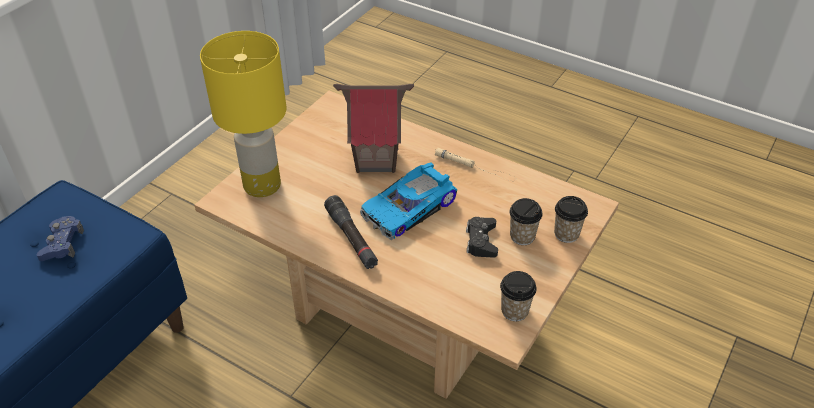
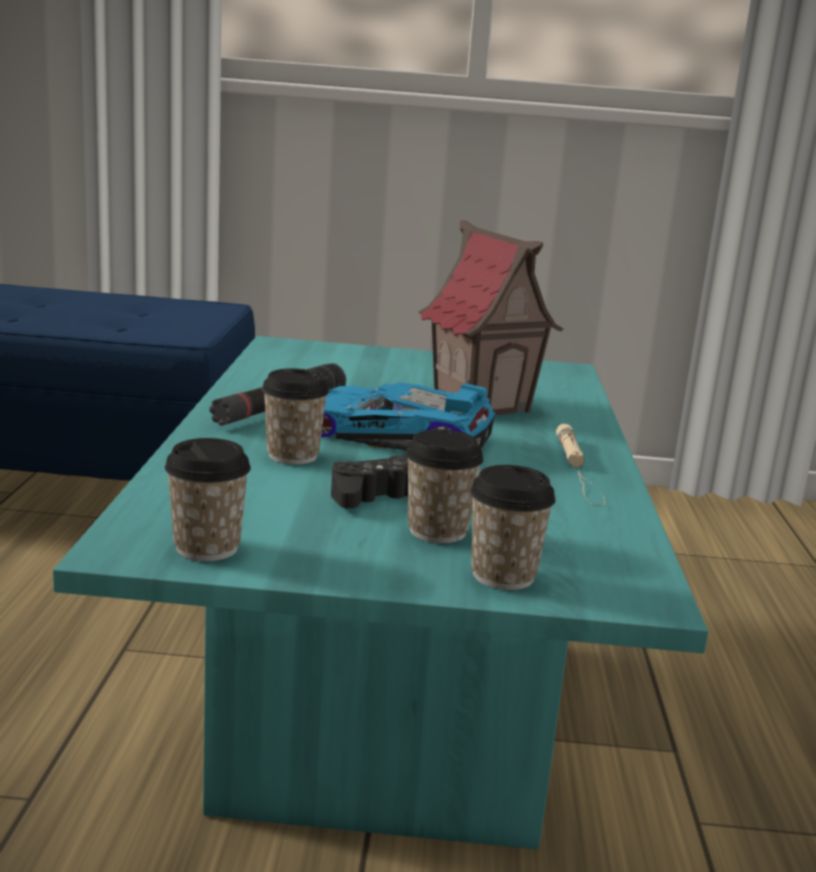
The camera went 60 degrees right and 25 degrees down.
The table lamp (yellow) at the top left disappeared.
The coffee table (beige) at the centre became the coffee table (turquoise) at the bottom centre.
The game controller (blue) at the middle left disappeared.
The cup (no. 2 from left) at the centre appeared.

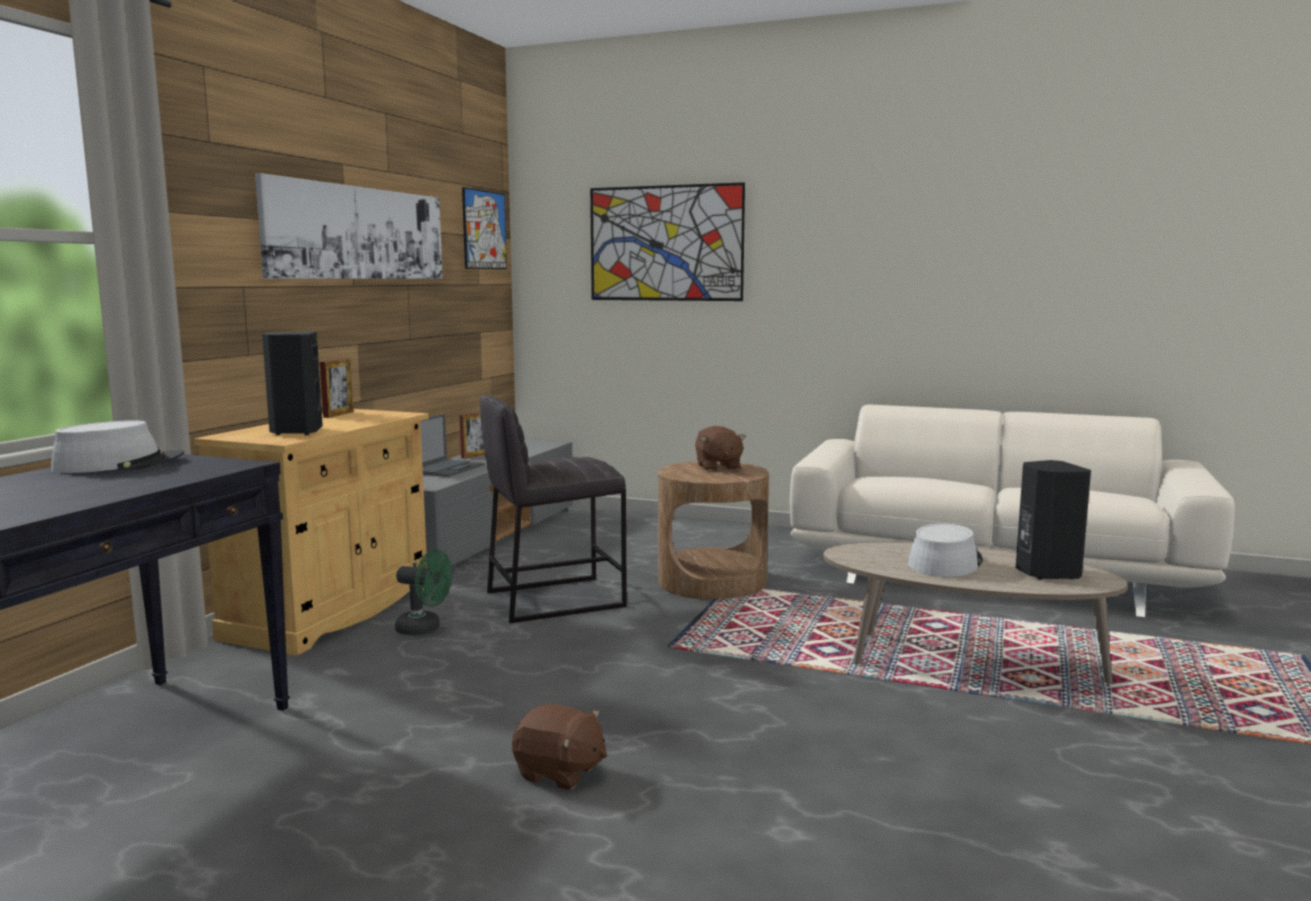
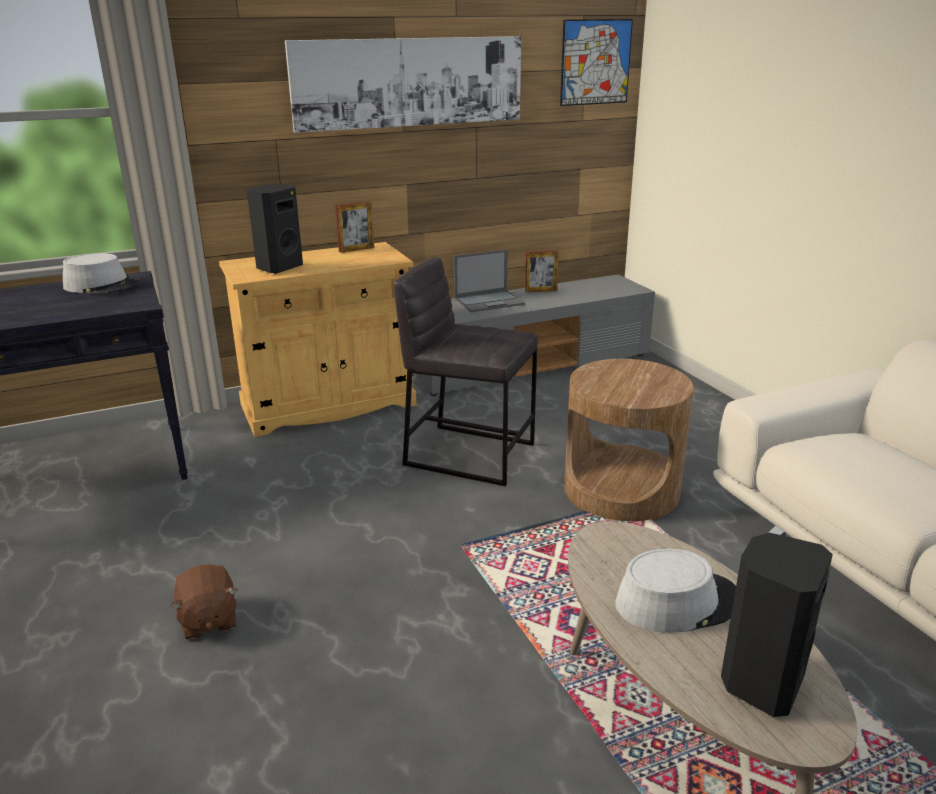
The camera went 45 degrees right and 15 degrees up.
The picture (no. 3 from left) at the top centre disappeared.
The plush toy (brown) (no. 2 from left) at the centre disappeared.
The fan (green) at the middle left disappeared.

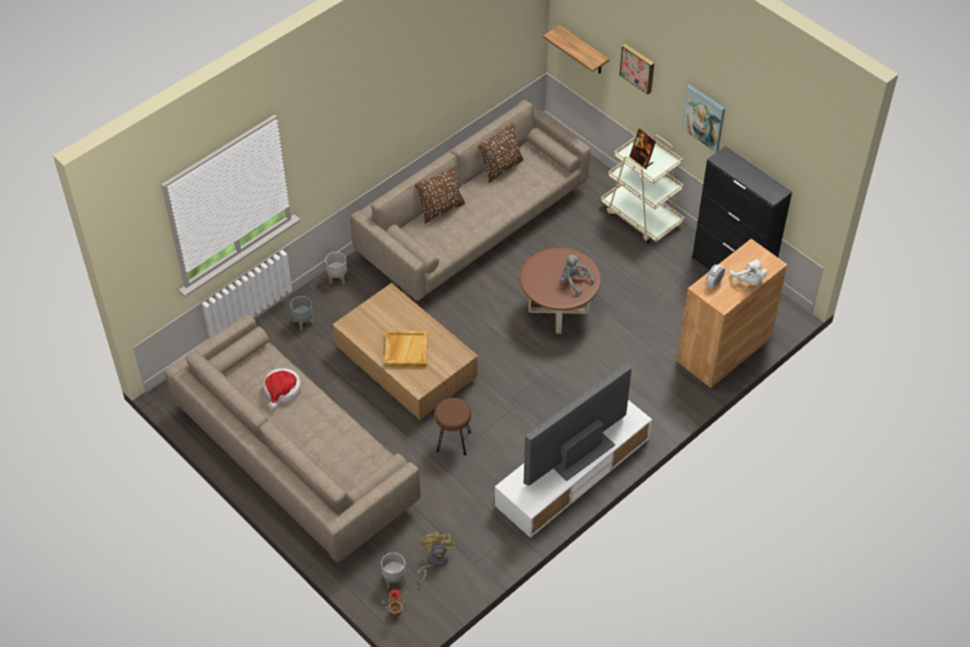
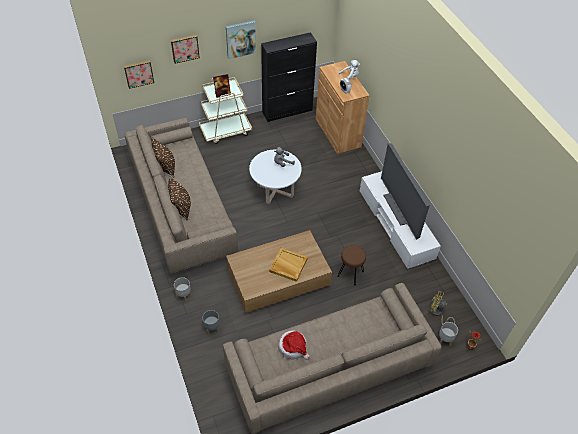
The camera went 70 degrees left and 0 degrees up.
The shelf at the top centre was replaced by the picture (no. 1 from left) at the top left.
The coffee table (brown) (no. 2 from left) at the centre became the coffee table (white) at the centre.

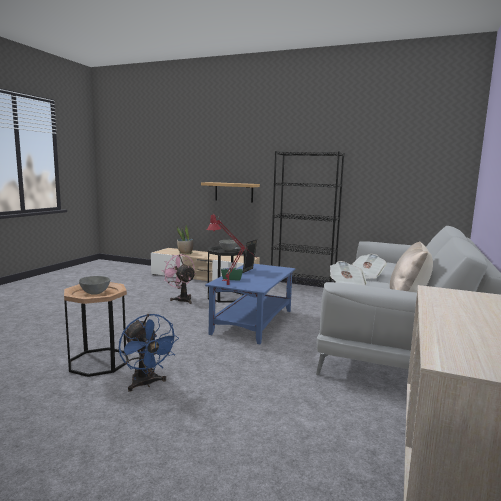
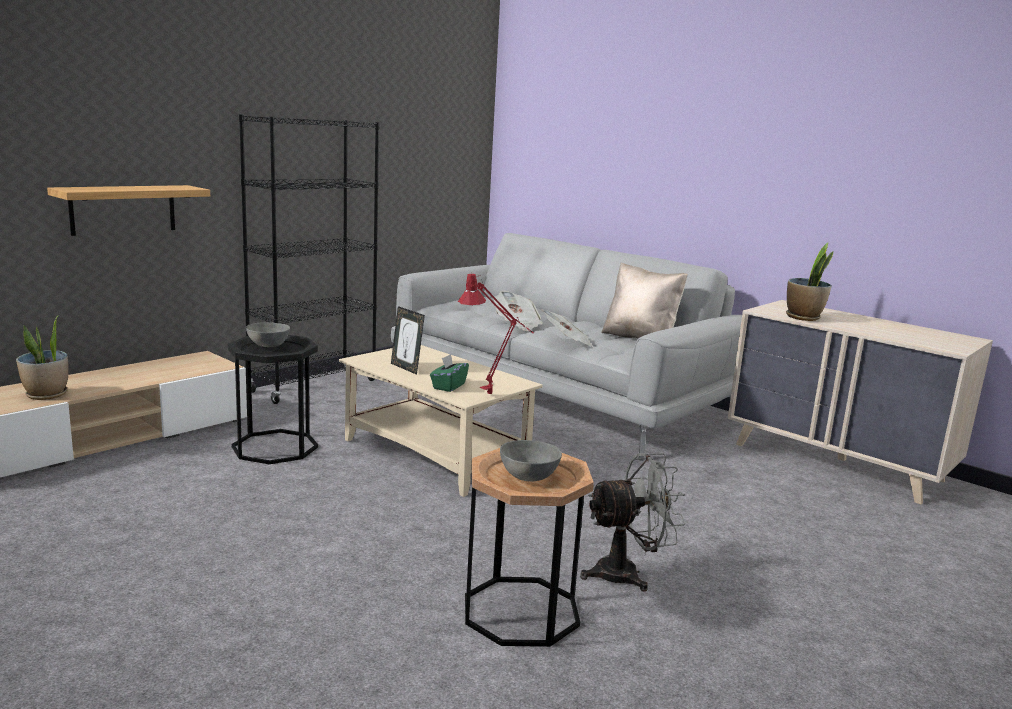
The camera went 70 degrees left and 5 degrees up.
The fan (pink) at the centre disappeared.
The coffee table (blue) at the centre became the coffee table (beige) at the centre.
The fan (blue) at the bottom left became the fan (grey) at the bottom centre.
The potted plant (no. 2 from left) at the middle right appeared.

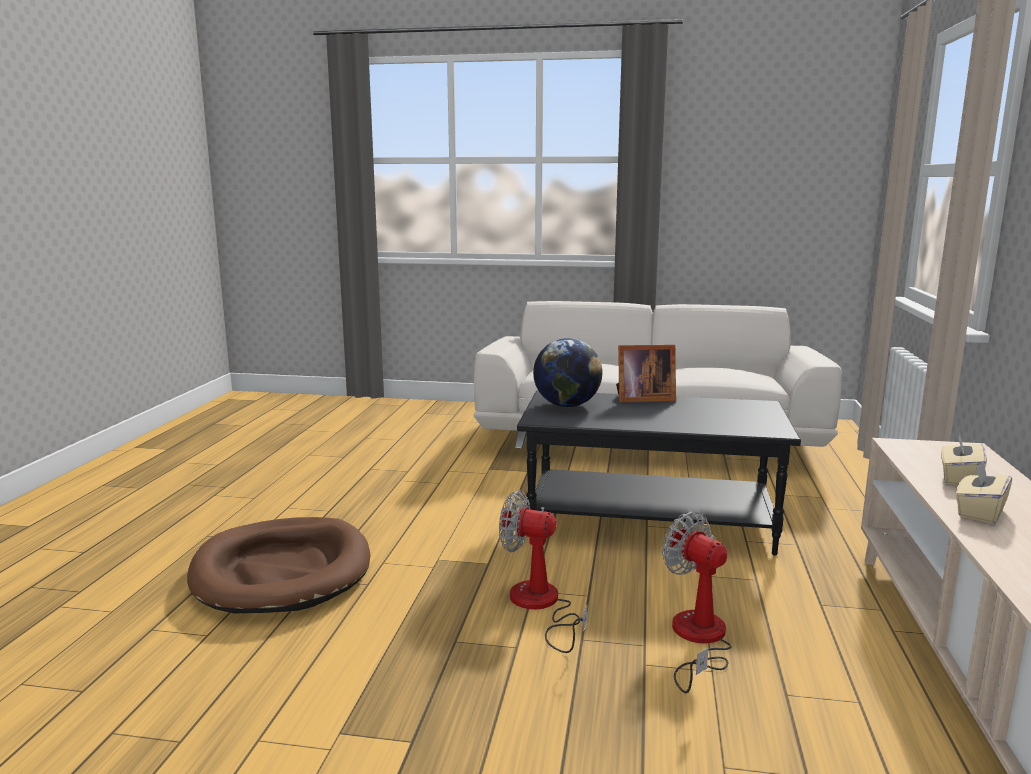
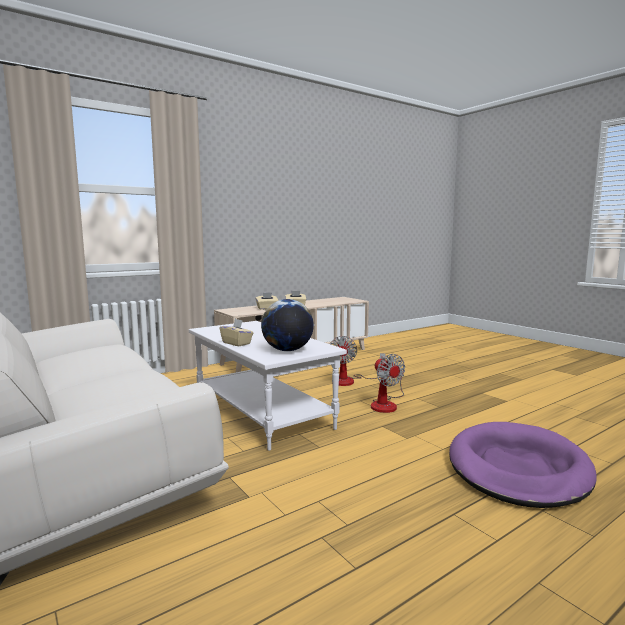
The camera went 135 degrees left and 5 degrees down.
The picture frame at the centre was replaced by the tissue box (beige) (no. 1 from left) at the centre.
The coffee table (black) at the centre became the coffee table (white) at the centre.
The dog bed (brown) at the bottom left became the dog bed (purple) at the bottom right.

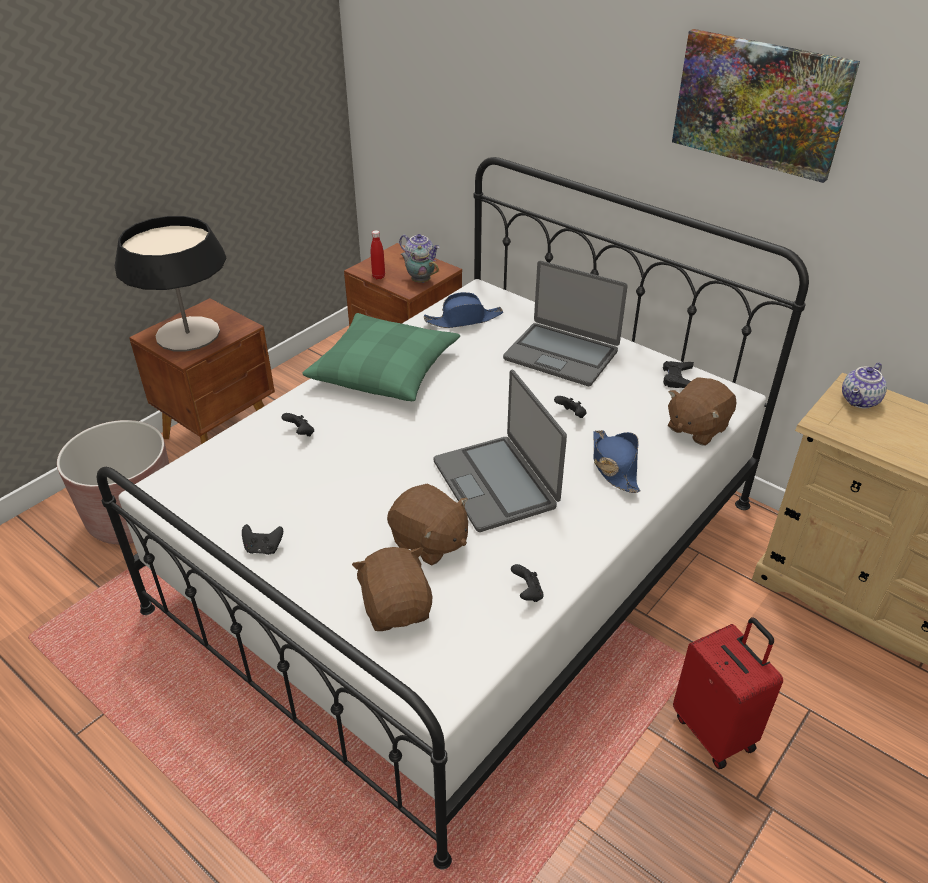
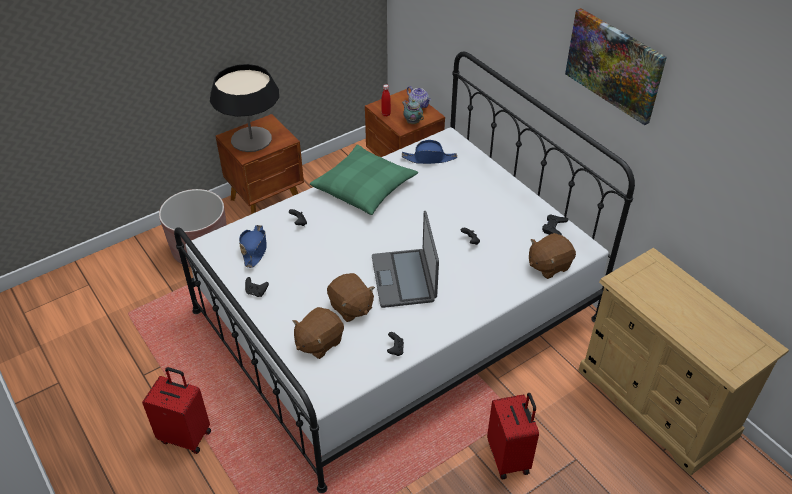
The camera went 15 degrees right and 5 degrees up.
The laptop (no. 2 from left) at the centre disappeared.
The teapot (no. 3 from left) at the middle right disappeared.
The hat (blue) (no. 2 from left in the first image) moved from the centre to the middle left.
The plush toy (brown) (no. 1 from left) at the bottom centre turned 135 degrees counterclockwise.
The suitcase (red) (no. 1 from left) at the bottom left appeared.

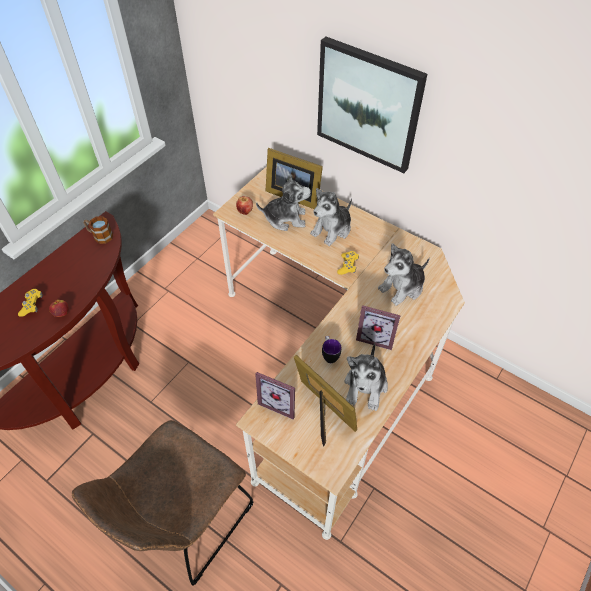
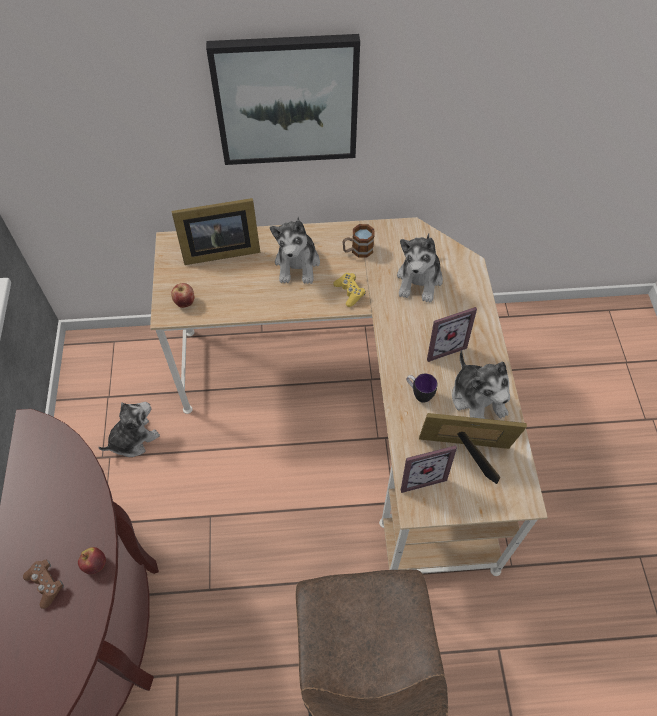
The camera went 40 degrees left and 5 degrees up.
The plush toy (no. 1 from left) moved from the centre to the middle left.
The mug (no. 1 from left) moved from the middle left to the centre.
The game controller (yellow) (no. 1 from left) at the middle left became the game controller (brown) at the bottom left.

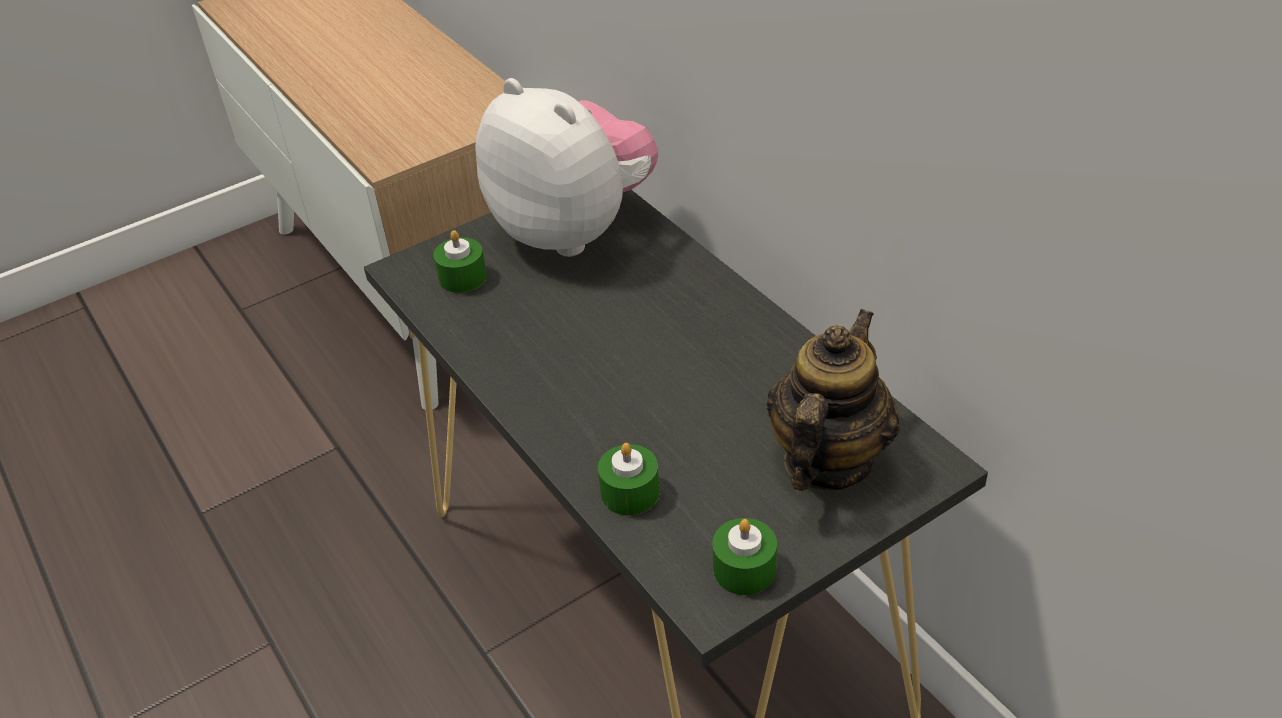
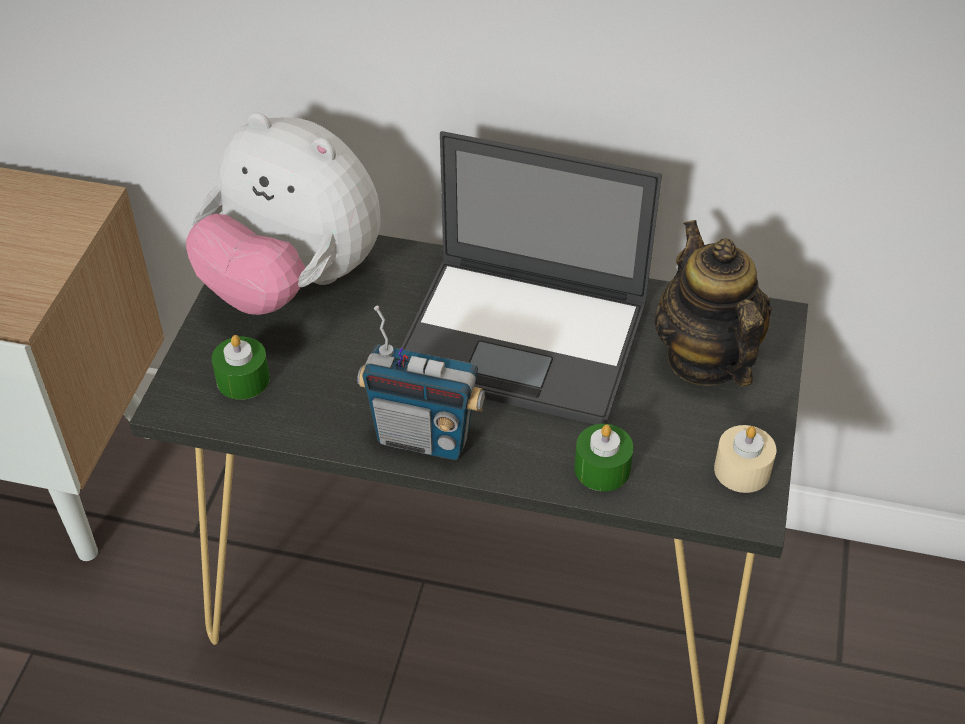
The camera went 45 degrees left and 5 degrees up.
The plush toy at the top centre turned 150 degrees counterclockwise.
The candle (green) (no. 3 from left) at the bottom centre became the candle (beige) at the middle right.
The laptop at the centre appeared.
The radio at the centre appeared.

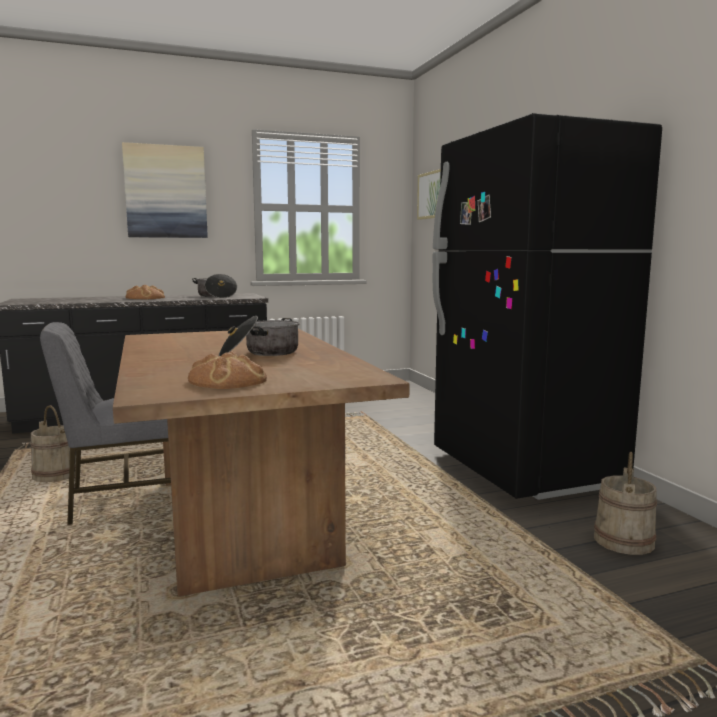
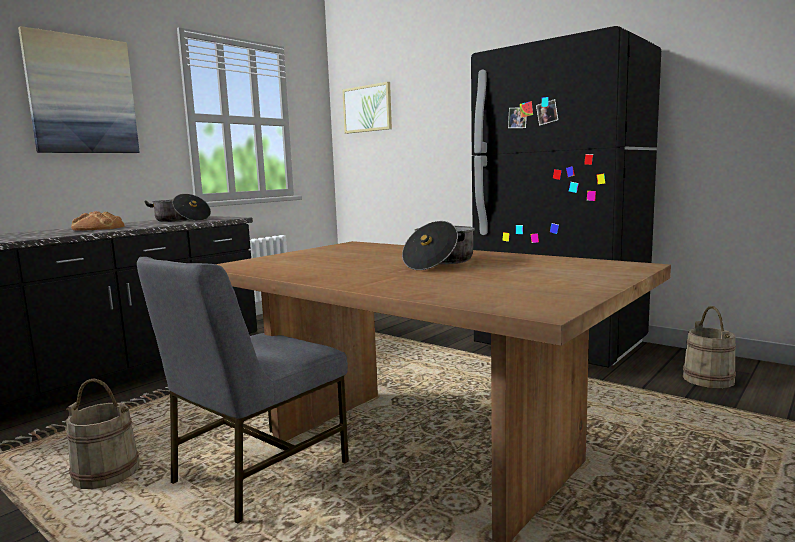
The camera went 30 degrees left and 0 degrees up.
The bread (no. 2 from left) at the middle left disappeared.

